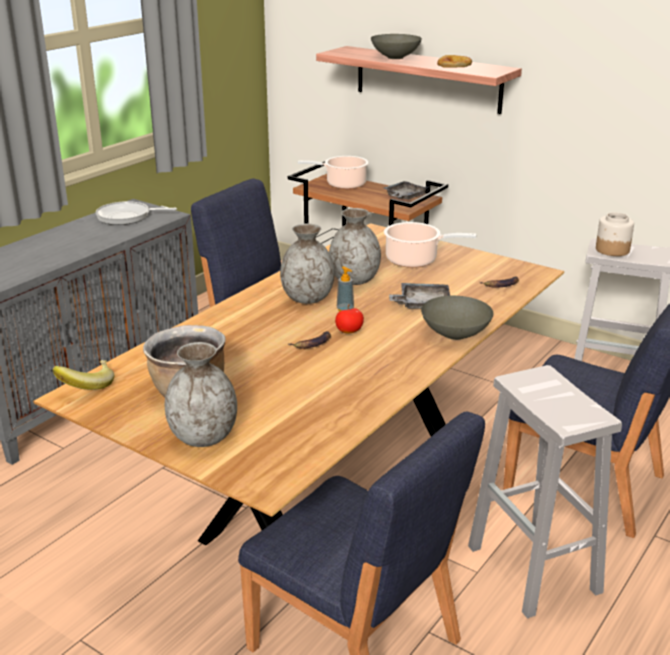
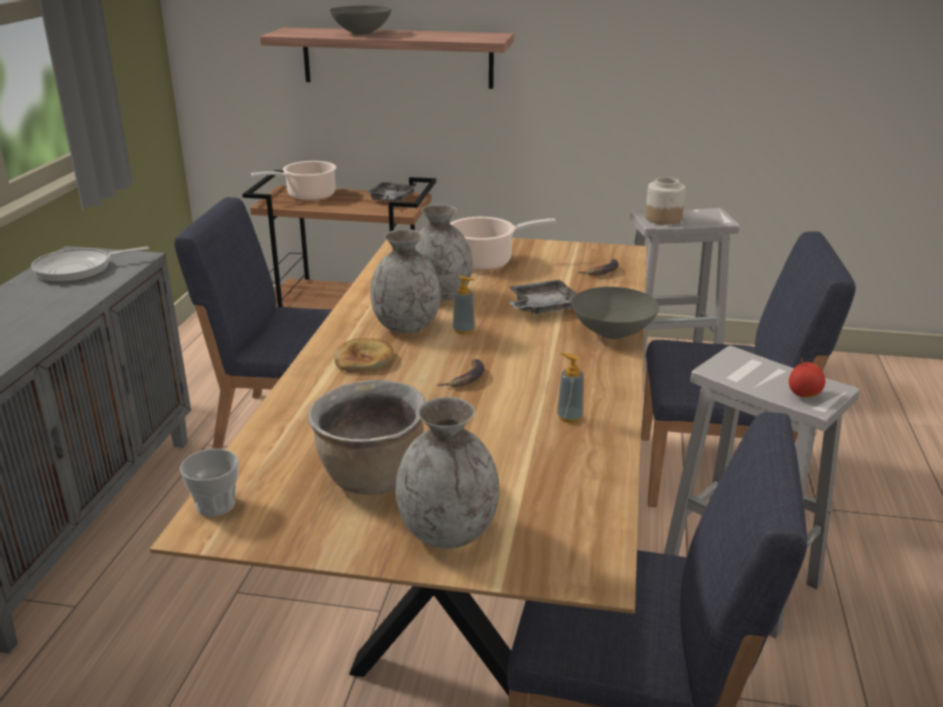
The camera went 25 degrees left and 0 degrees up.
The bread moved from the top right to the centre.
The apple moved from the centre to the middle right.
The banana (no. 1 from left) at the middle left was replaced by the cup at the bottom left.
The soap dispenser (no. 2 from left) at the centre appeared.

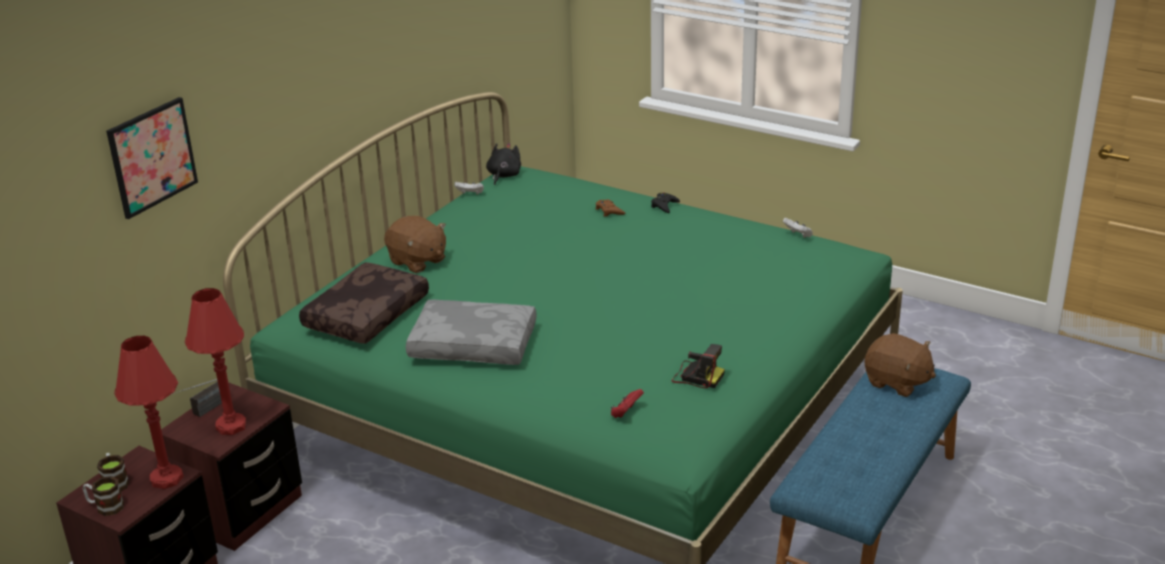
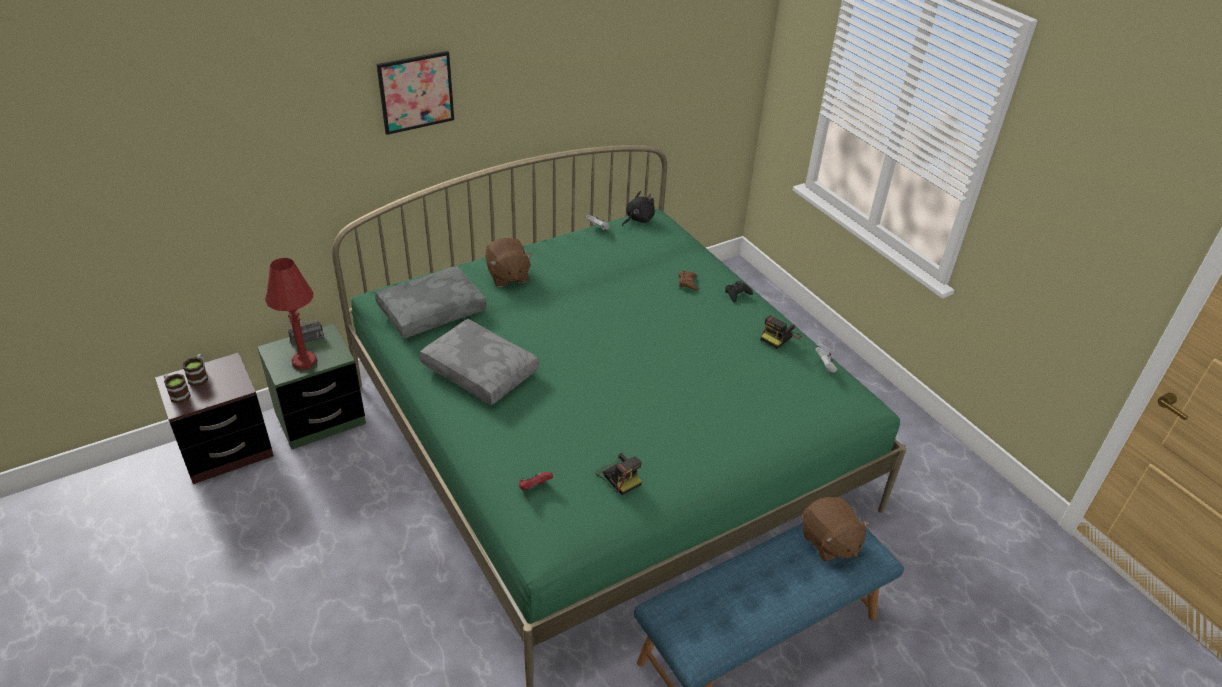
The camera went 25 degrees right and 10 degrees up.
The picture moved from the top left to the top centre.
The pillow (brown) at the middle left became the pillow (grey) (no. 1 from left) at the centre.
The table lamp (red) (no. 1 from left) at the bottom left disappeared.
The nightstand (brown) (no. 2 from left) at the bottom left became the nightstand (green) at the middle left.
The photo camera (no. 2 from left) at the centre appeared.

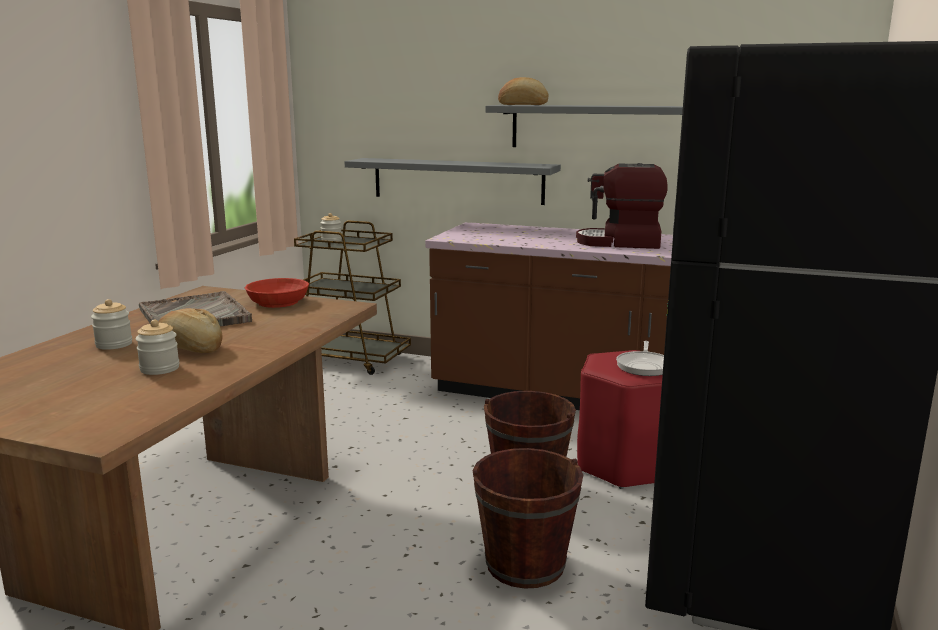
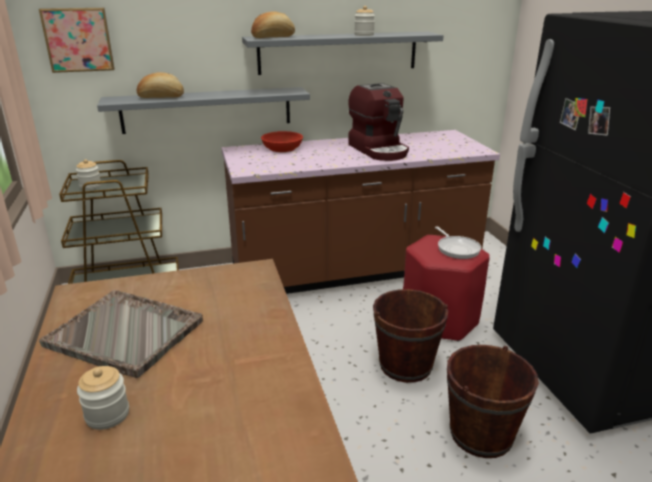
The camera went 35 degrees left and 10 degrees up.
The coffee machine at the top centre turned 90 degrees counterclockwise.
The bowl (red) moved from the middle left to the top centre.
The bread (no. 1 from left) moved from the middle left to the top left.
The jar (no. 2 from left in the first image) moved from the middle left to the top centre.
The picture at the top left appeared.

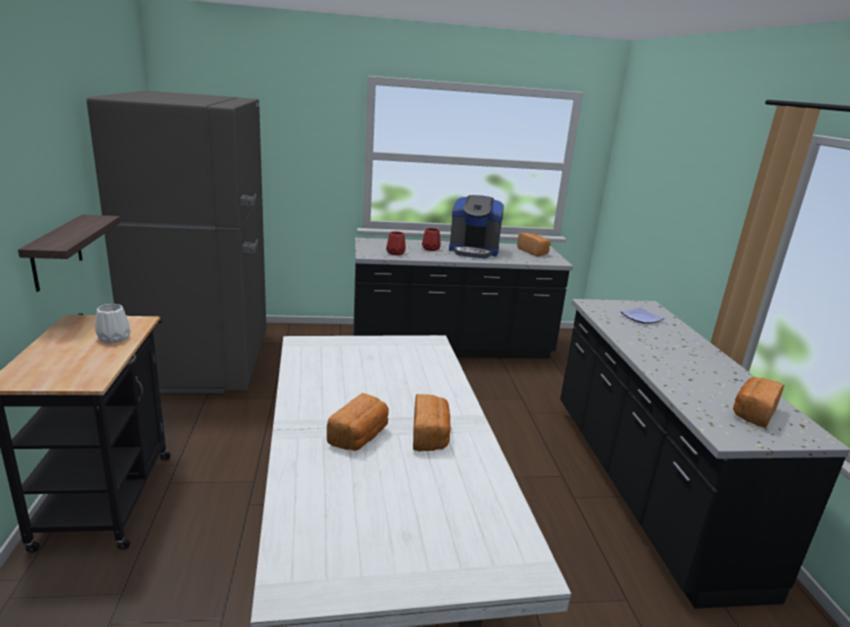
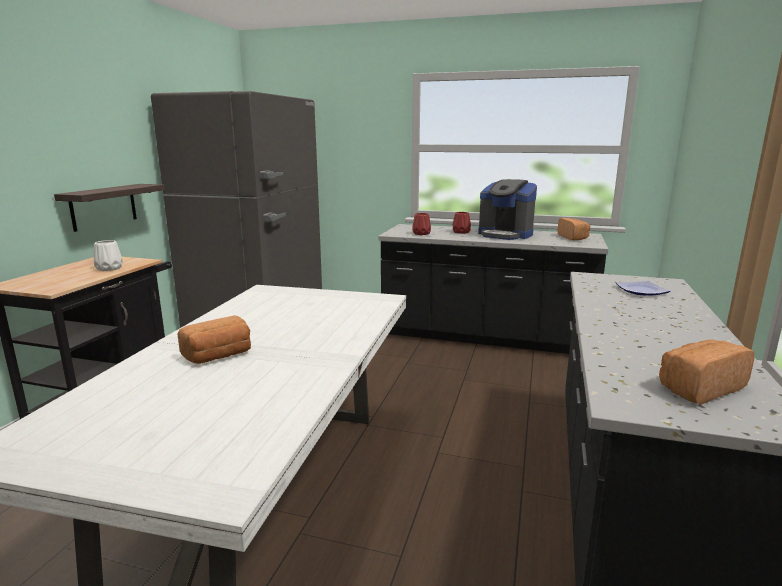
The camera went 25 degrees right and 5 degrees down.
The bread (no. 2 from left) at the bottom centre disappeared.

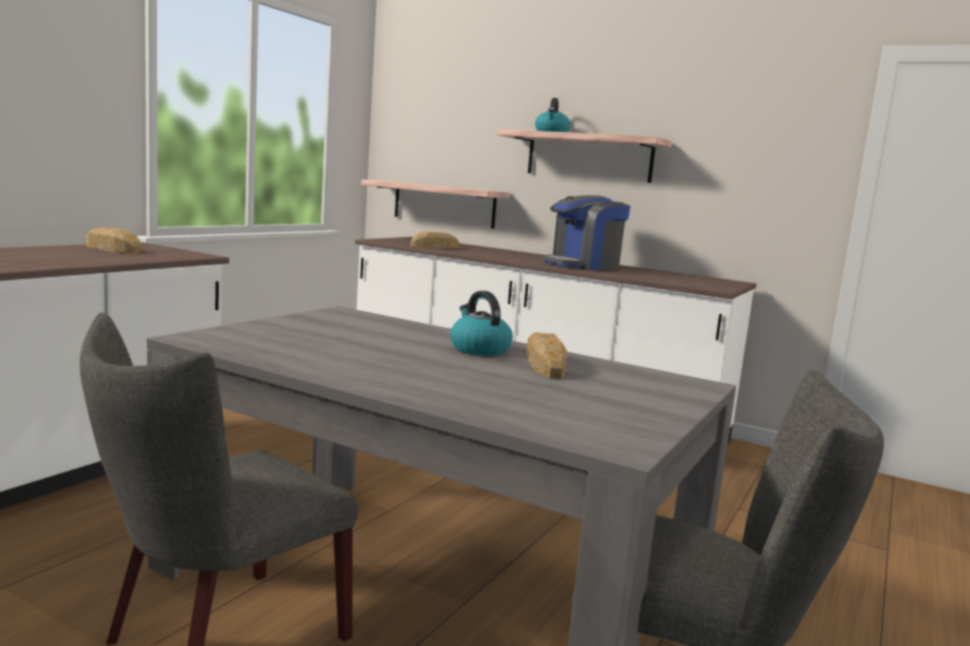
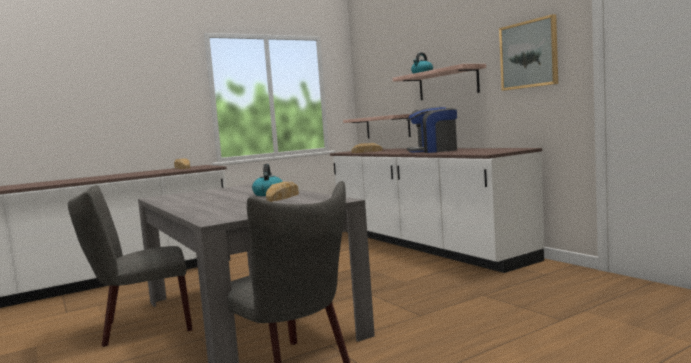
The camera went 30 degrees right and 5 degrees down.
The picture at the top right appeared.

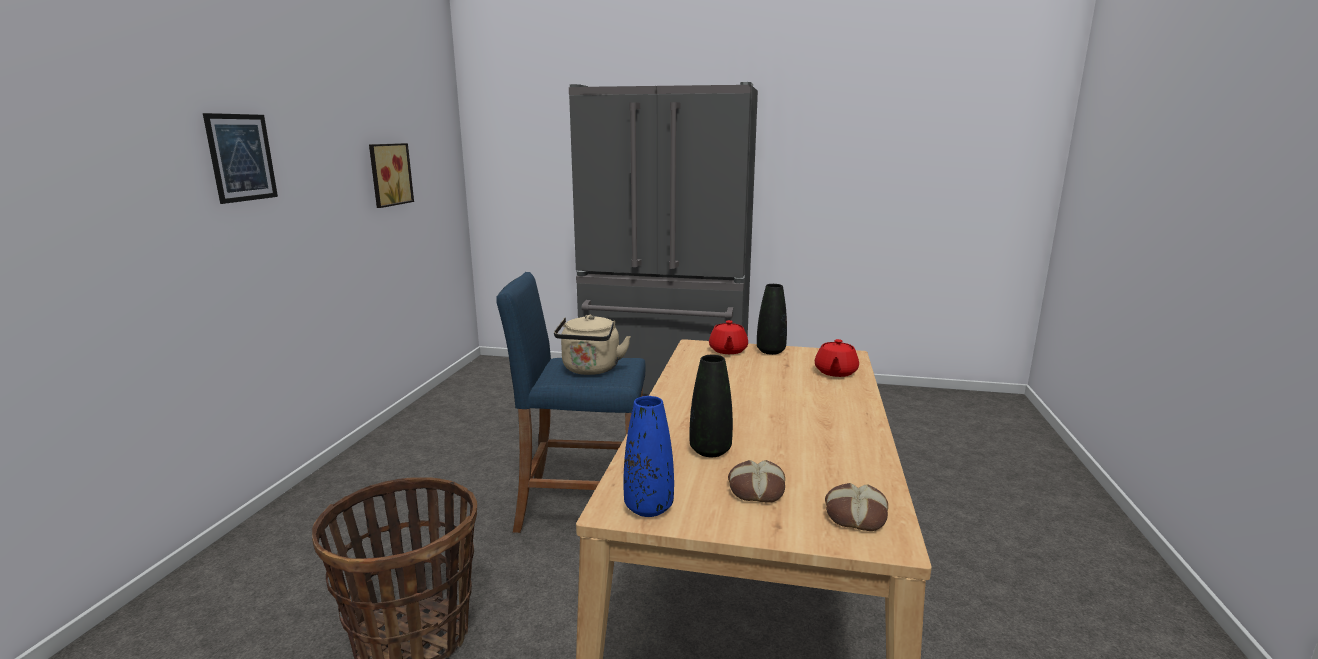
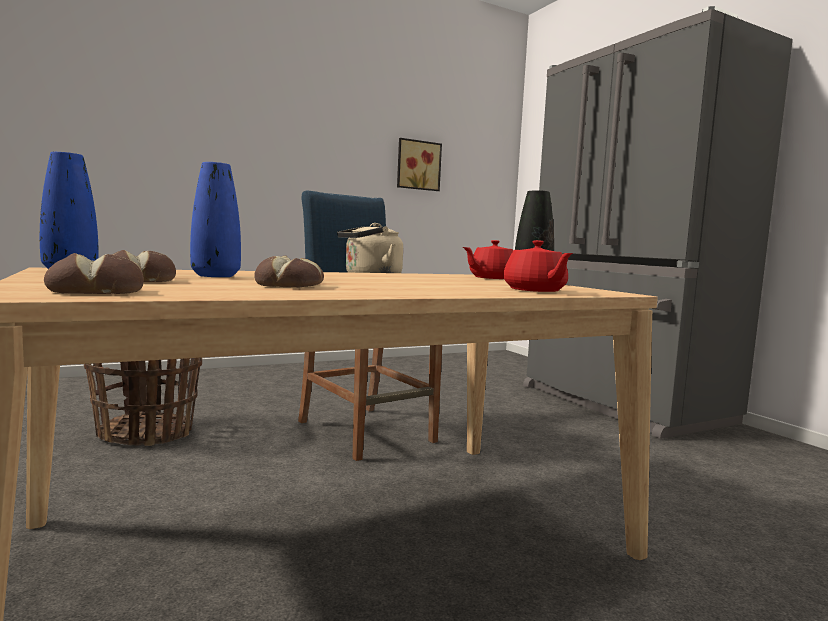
The camera went 50 degrees right and 10 degrees down.
The picture (no. 1 from left) at the top left disappeared.
The teapot (red) (no. 2 from left) at the centre turned 90 degrees counterclockwise.
The vase (black) (no. 1 from left) at the centre became the vase (blue) (no. 2 from left) at the middle left.
The bread (no. 3 from left) at the centre appeared.

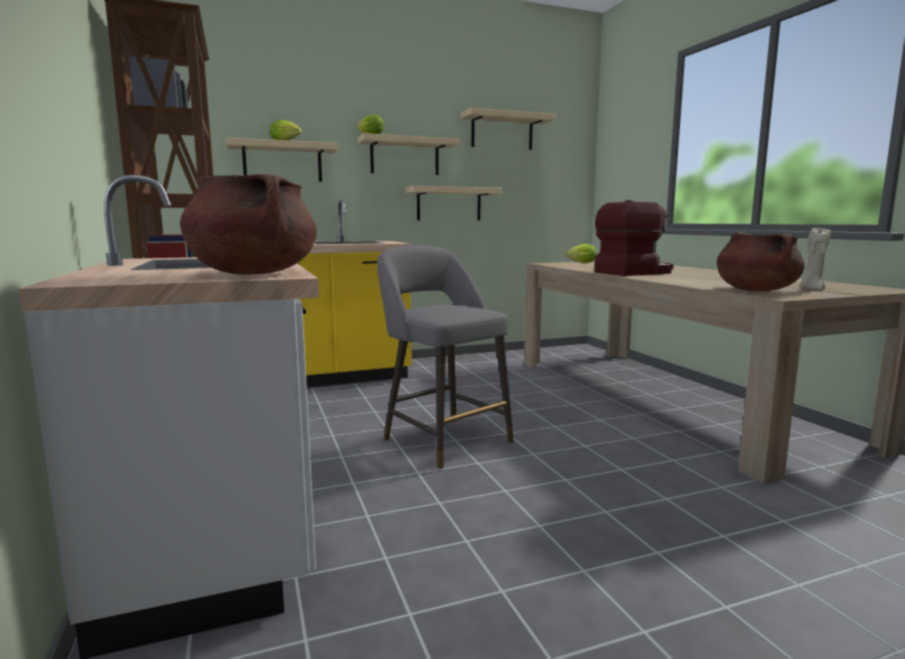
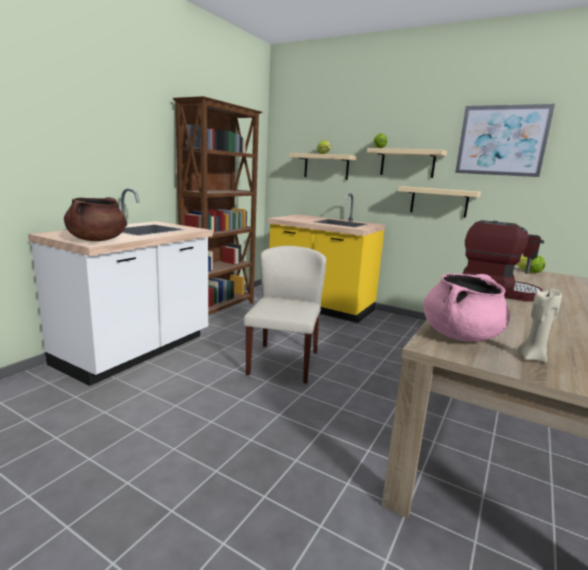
The camera went 50 degrees right and 5 degrees up.
The shelf (beige) (no. 4 from left) at the top centre was replaced by the picture at the top right.
The cooking pot (brown) (no. 2 from left) at the middle right became the cooking pot (pink) at the middle right.
The stool (grey) at the centre was replaced by the chair (beige) at the centre.

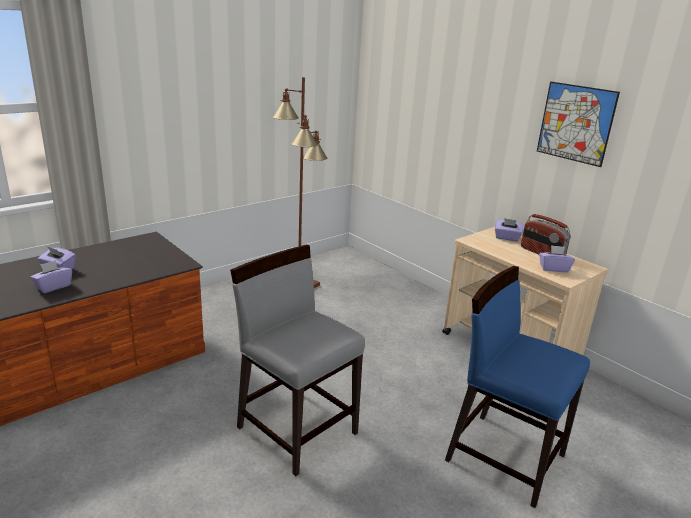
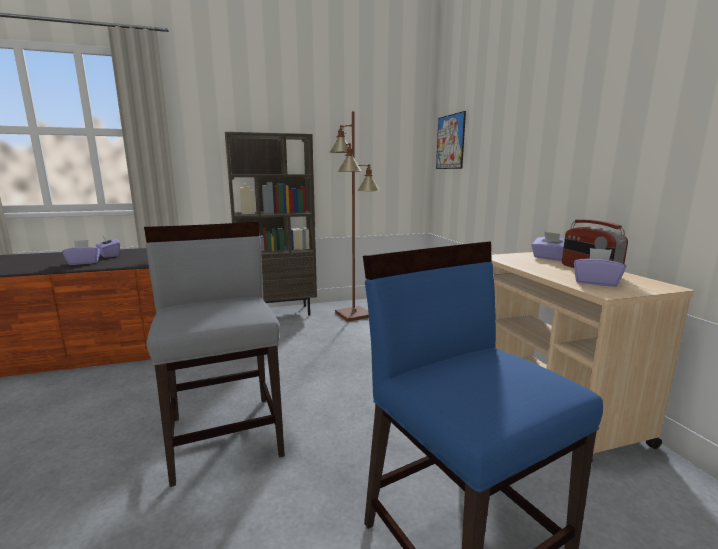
The camera went 25 degrees right and 10 degrees down.
The picture moved from the top right to the top centre.
The bookcase (brown) at the centre appeared.

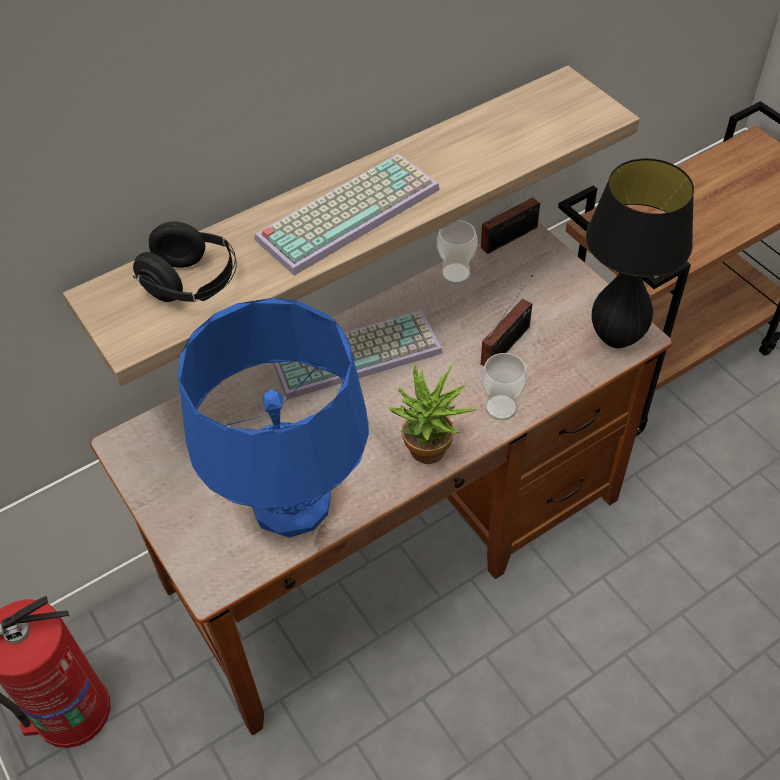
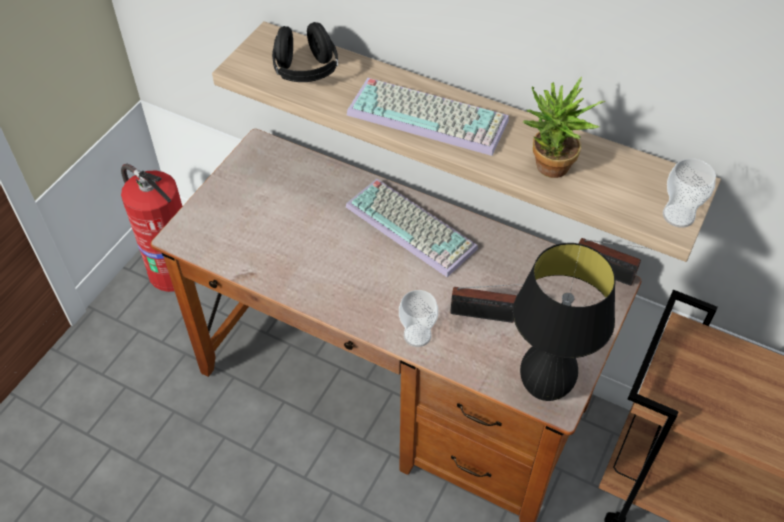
The camera went 60 degrees right and 0 degrees up.
The cup (no. 1 from left in the first image) moved from the top centre to the middle right.
The table lamp (blue) at the centre disappeared.
The potted plant moved from the centre to the top right.

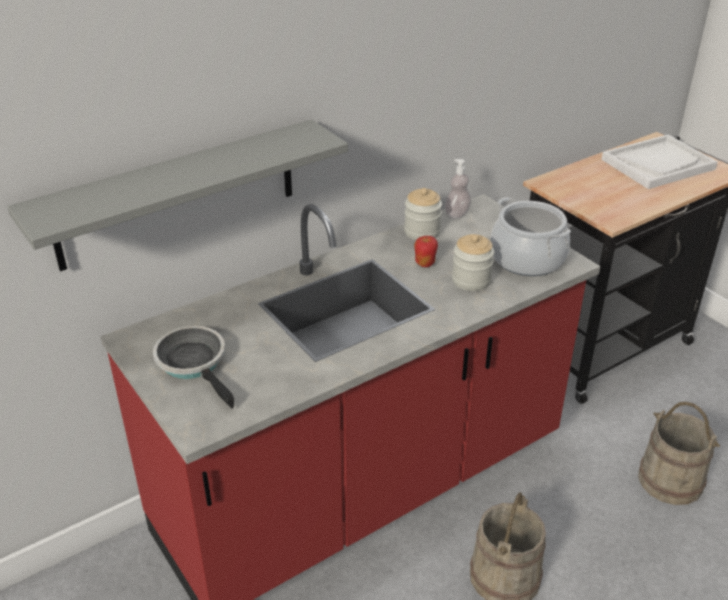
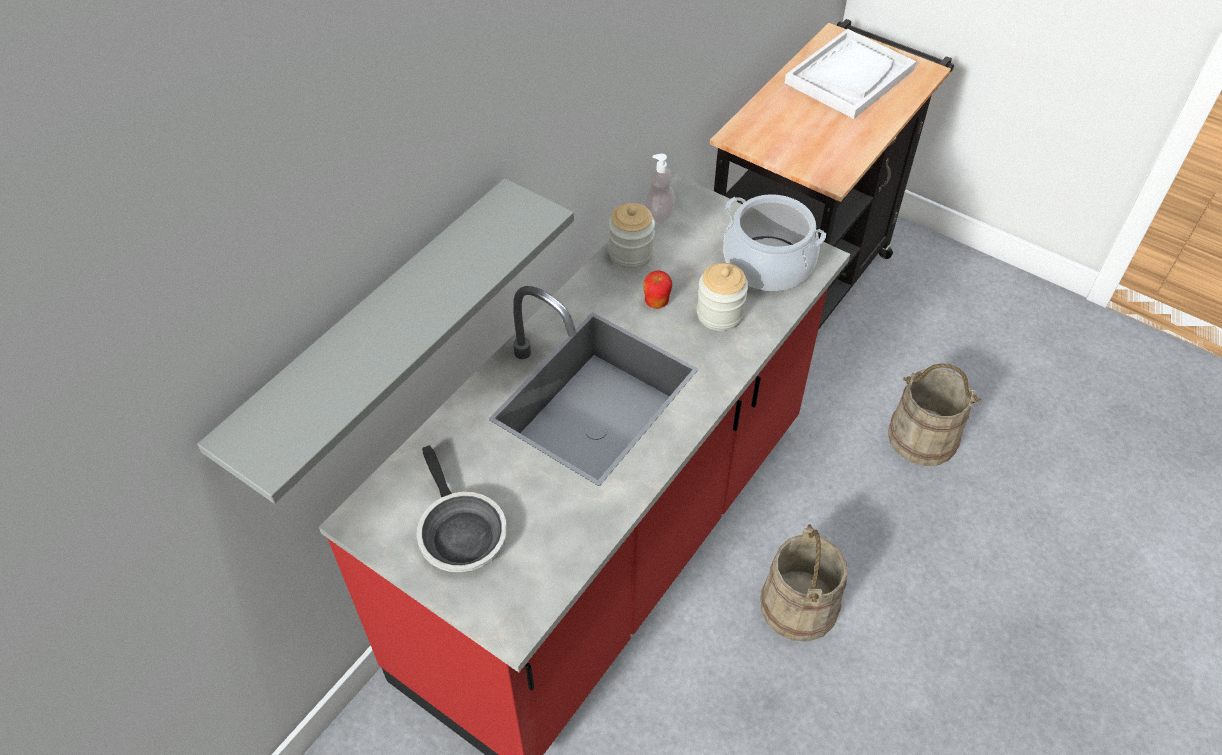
The camera went 20 degrees left and 15 degrees up.
The frying pan at the middle left turned 150 degrees counterclockwise.

